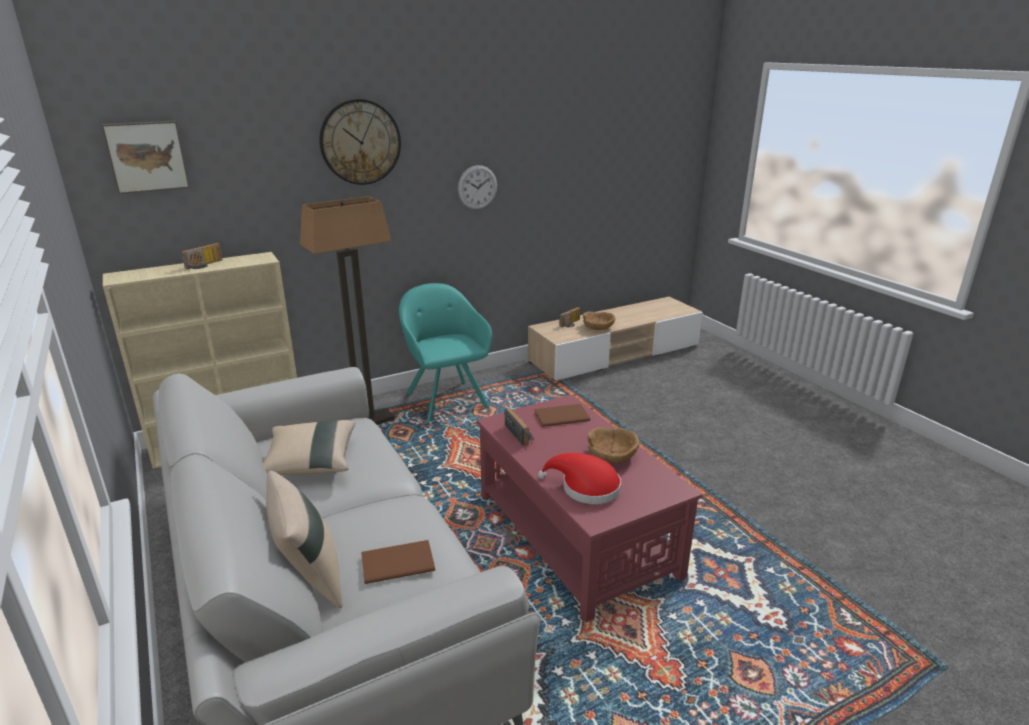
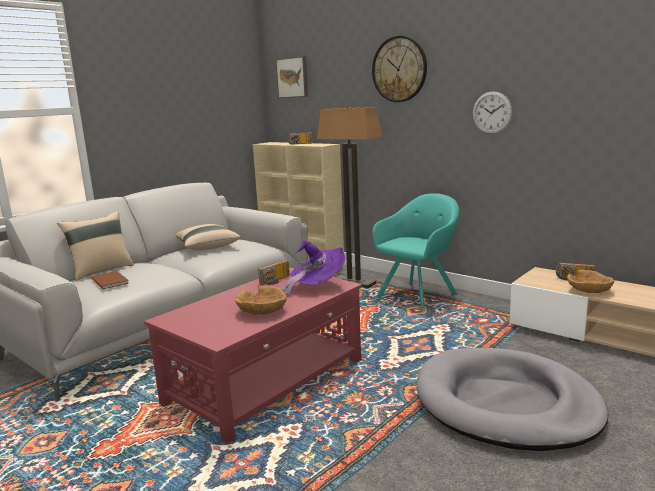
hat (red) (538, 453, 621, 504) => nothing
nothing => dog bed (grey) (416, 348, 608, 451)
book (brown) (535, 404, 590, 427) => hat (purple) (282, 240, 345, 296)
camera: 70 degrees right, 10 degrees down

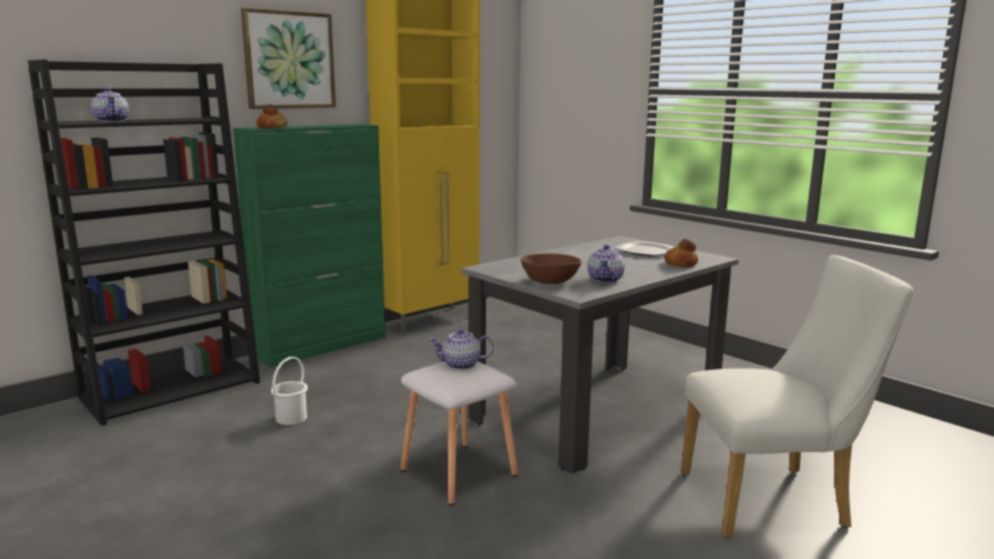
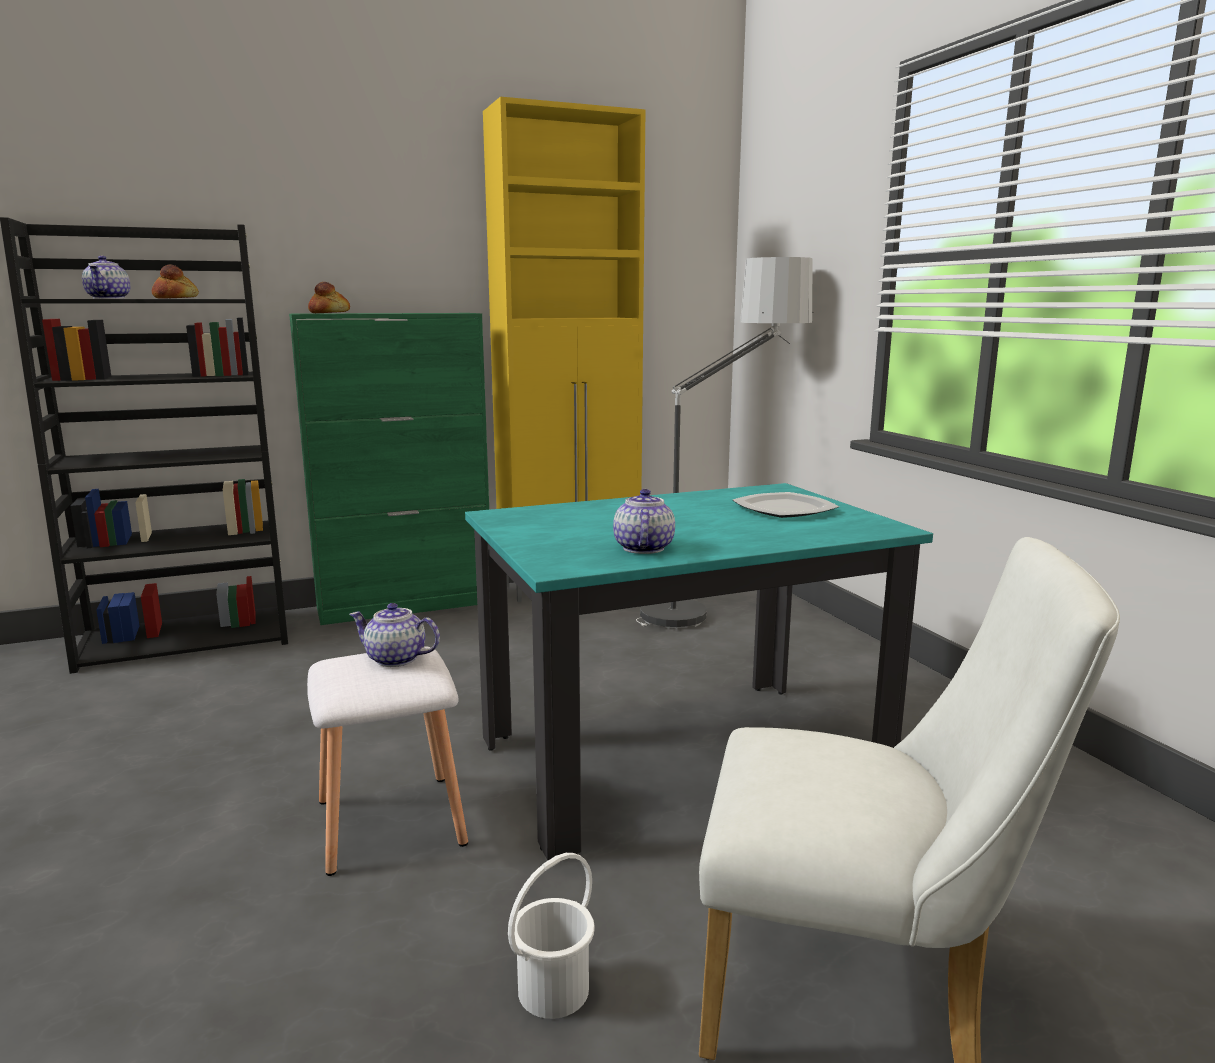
picture (241, 8, 336, 109) => nothing
bowl (brown) (521, 253, 582, 284) => nothing
nothing => floor lamp (636, 257, 814, 629)
bucket (white) (271, 357, 308, 425) => bucket (white) (508, 853, 595, 1019), relocated
bread (664, 238, 698, 267) => bread (152, 264, 199, 299), relocated
dining table (grey) (462, 236, 739, 473) => dining table (turquoise) (465, 483, 933, 860)
teapot (587, 244, 625, 283) => teapot (613, 489, 675, 554), 150 degrees clockwise
camera: 20 degrees right, 0 degrees up

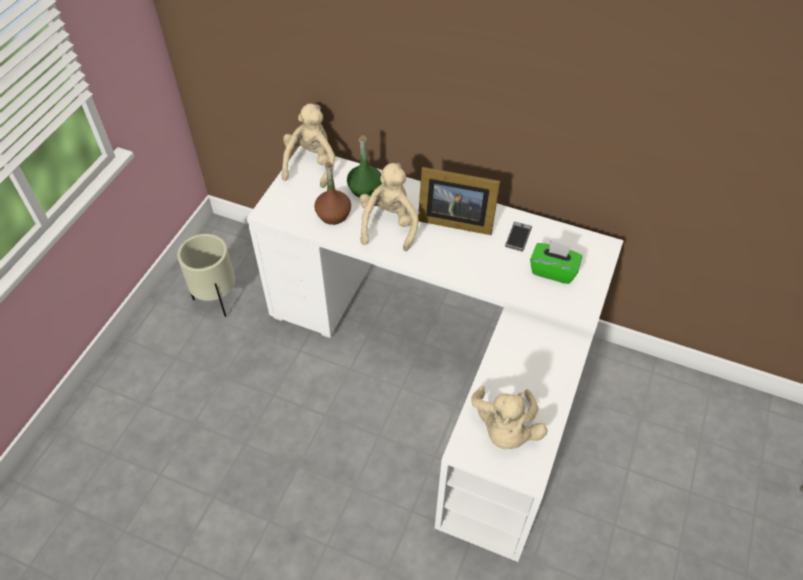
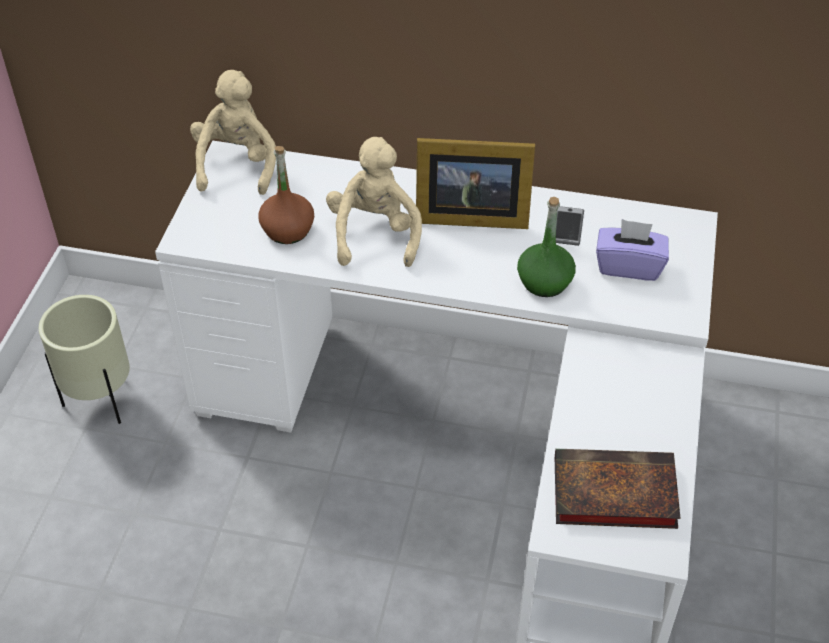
bottle (green) (347, 135, 382, 197) => bottle (green) (517, 197, 576, 297), relocated
plush toy (beige) (471, 386, 548, 449) => book (555, 448, 681, 529)
tissue box (green) (530, 241, 582, 284) => tissue box (purple) (596, 219, 669, 281)
camera: 10 degrees left, 5 degrees down

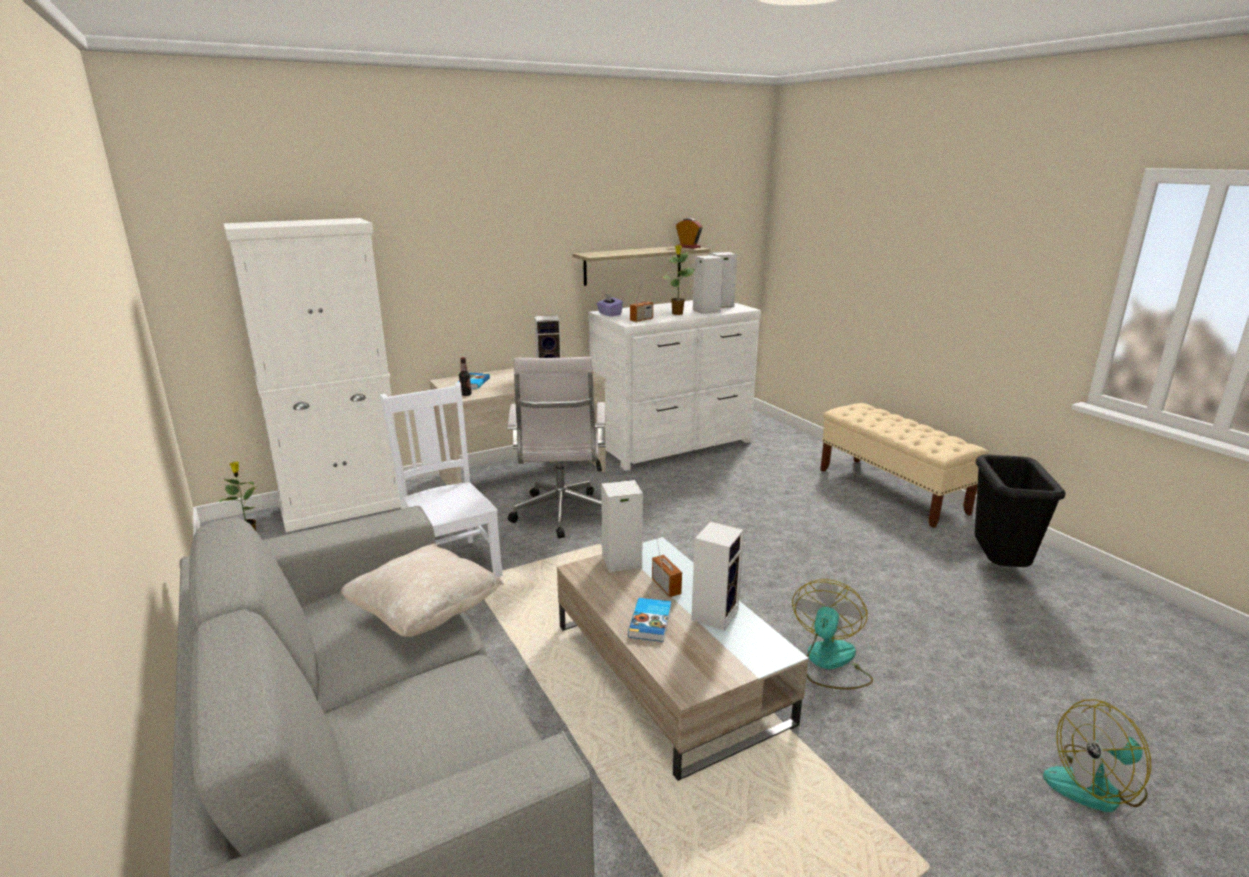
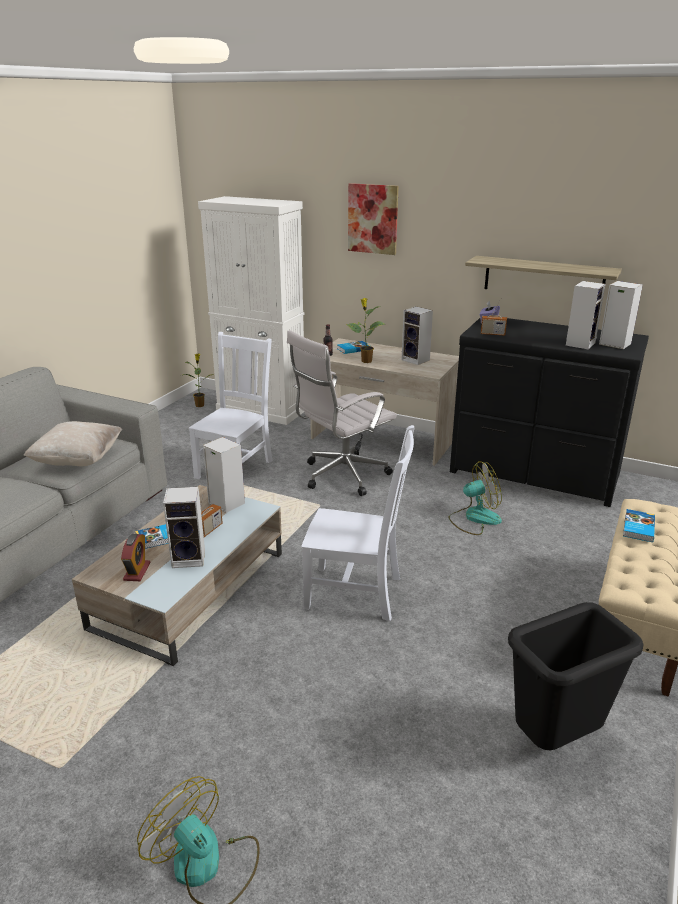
nothing => chair (white) (301, 425, 414, 621)
nothing => picture (348, 183, 399, 255)
nothing => book (623, 509, 655, 542)
potted plant (662, 245, 695, 315) => potted plant (346, 298, 385, 363), relocated
alarm clock (676, 218, 703, 249) => alarm clock (121, 534, 151, 581), relocated
fan (792, 579, 873, 690) => fan (448, 461, 502, 535), relocated
dresser (white) (588, 300, 761, 471) => dresser (black) (450, 318, 649, 507)
camera: 55 degrees right, 5 degrees up

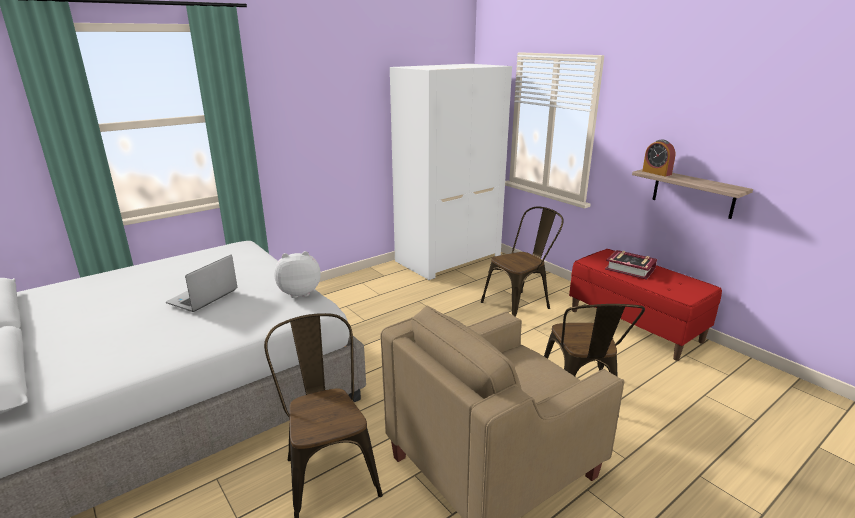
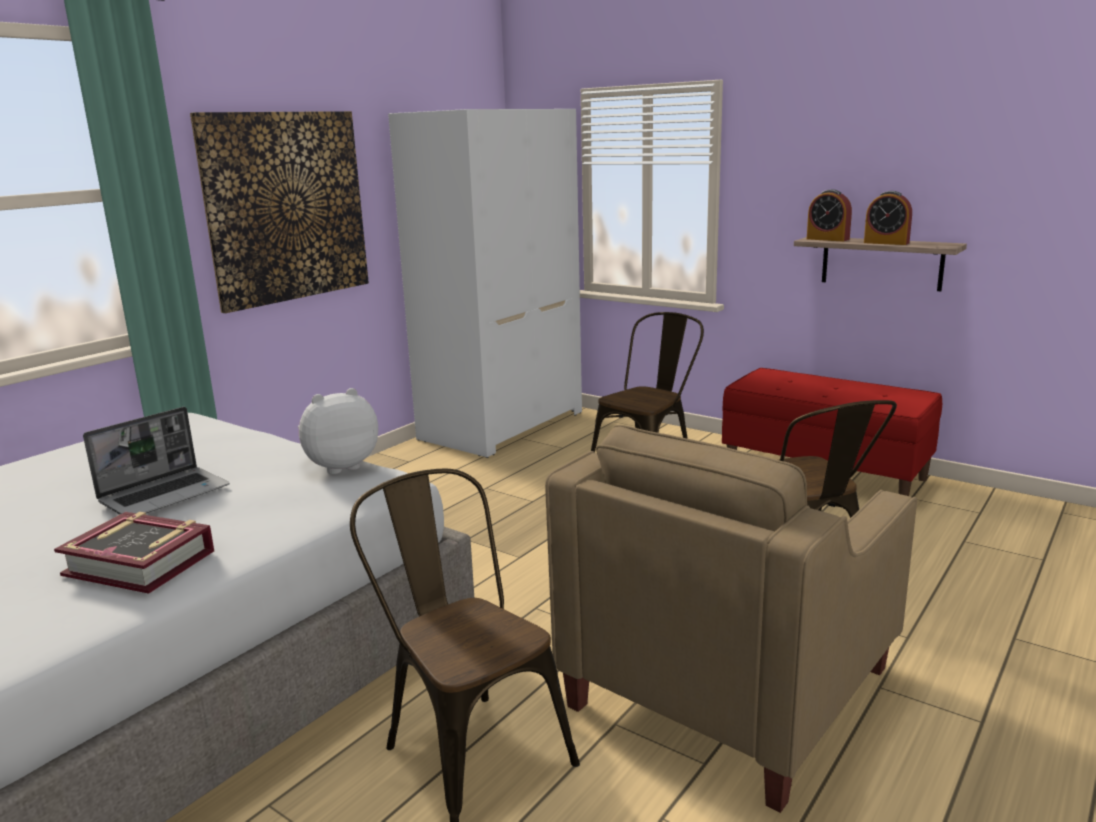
nothing => picture (190, 111, 369, 313)
nothing => alarm clock (864, 191, 912, 245)
book (605, 250, 657, 280) => book (54, 512, 214, 594), relocated
laptop (166, 255, 237, 312) => laptop (83, 407, 230, 514), 150 degrees counterclockwise
camera: 15 degrees left, 5 degrees down

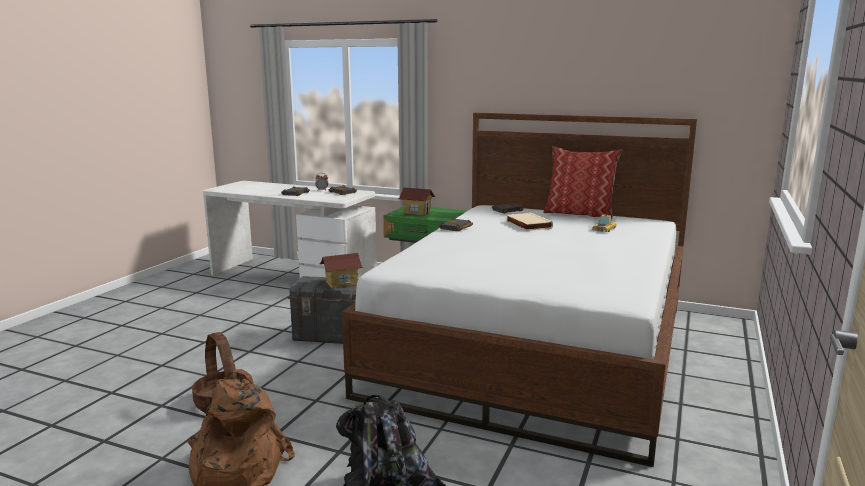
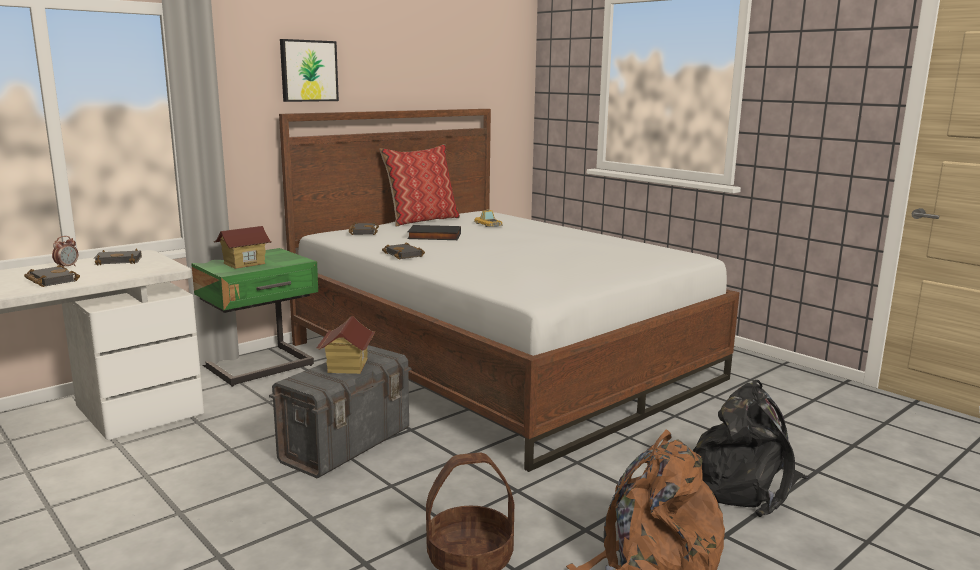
nothing => picture (280, 39, 339, 102)
book (beige) (506, 212, 553, 231) => book (black) (407, 225, 461, 240)
camera: 65 degrees left, 0 degrees up

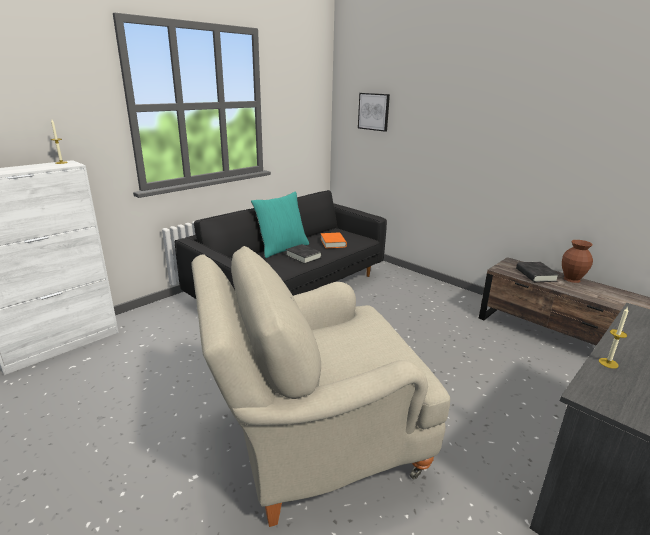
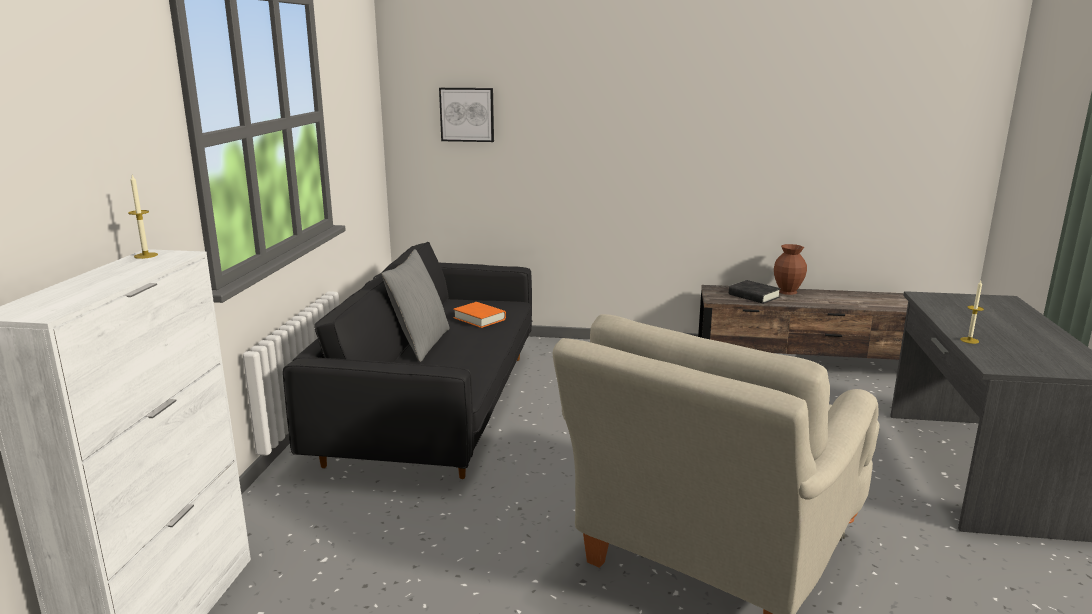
book (black) (286, 244, 322, 264) => nothing
pillow (turquoise) (251, 191, 309, 258) => pillow (grey) (382, 249, 450, 362)
camera: 35 degrees left, 5 degrees down

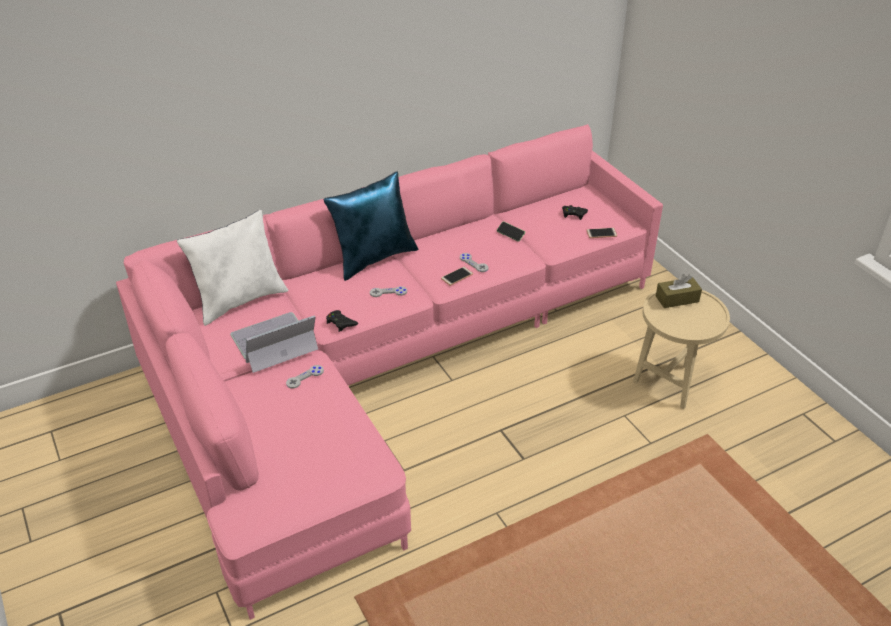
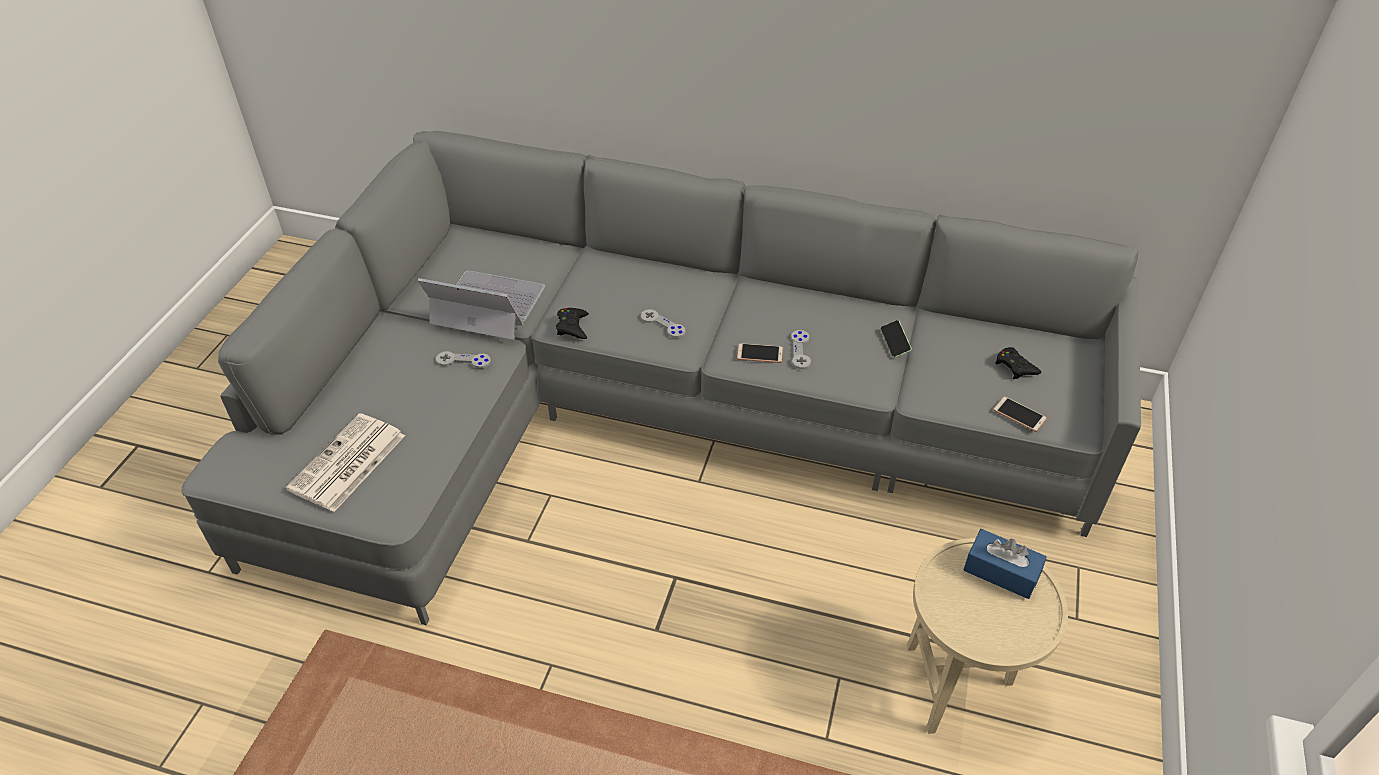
pillow (white) (177, 210, 288, 326) => nothing
pillow (blue) (324, 171, 418, 281) => nothing
nothing => newspaper (286, 413, 405, 512)
sofa (pink) (116, 124, 663, 620) => sofa (grey) (181, 131, 1141, 625)
tissue box (brown) (656, 274, 702, 308) => tissue box (blue) (963, 529, 1046, 599)
camera: 45 degrees right, 5 degrees up

